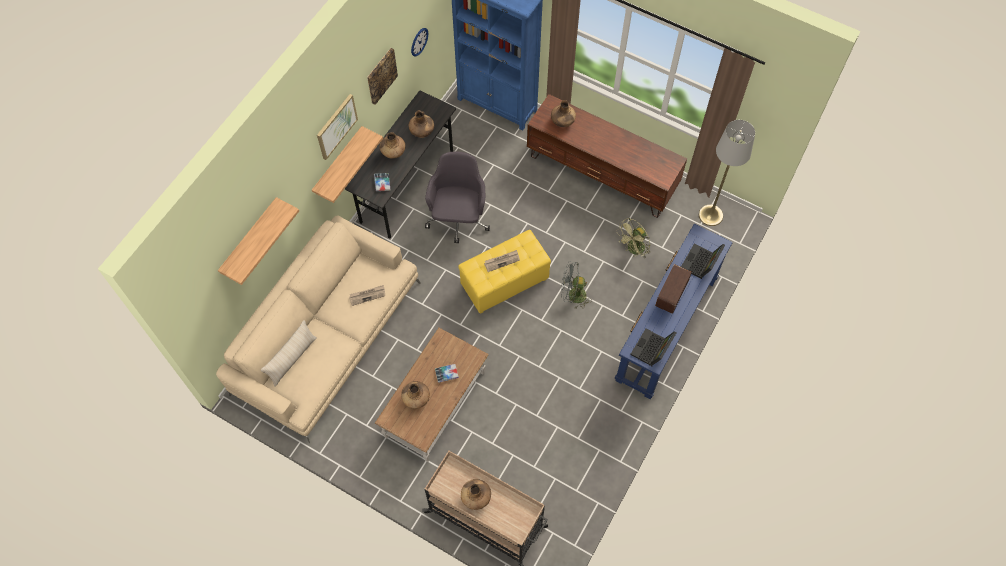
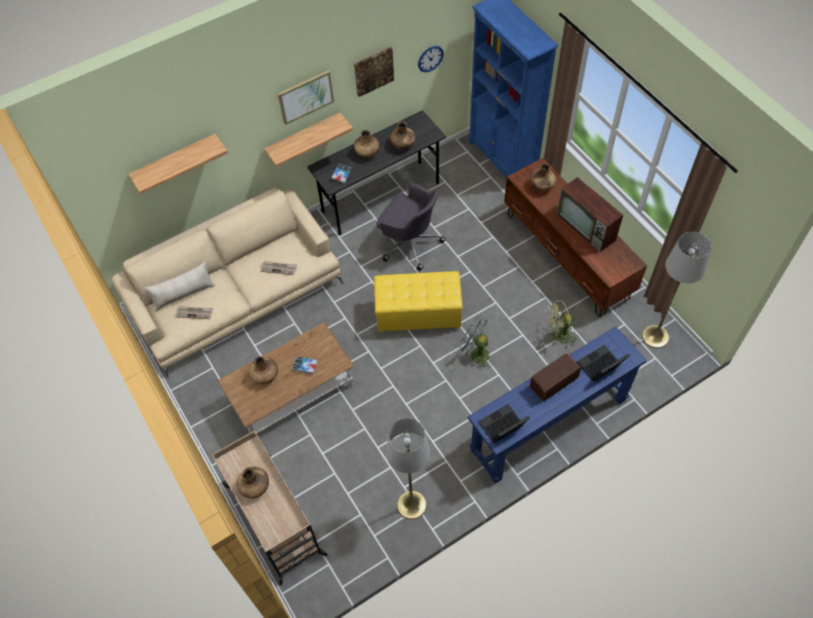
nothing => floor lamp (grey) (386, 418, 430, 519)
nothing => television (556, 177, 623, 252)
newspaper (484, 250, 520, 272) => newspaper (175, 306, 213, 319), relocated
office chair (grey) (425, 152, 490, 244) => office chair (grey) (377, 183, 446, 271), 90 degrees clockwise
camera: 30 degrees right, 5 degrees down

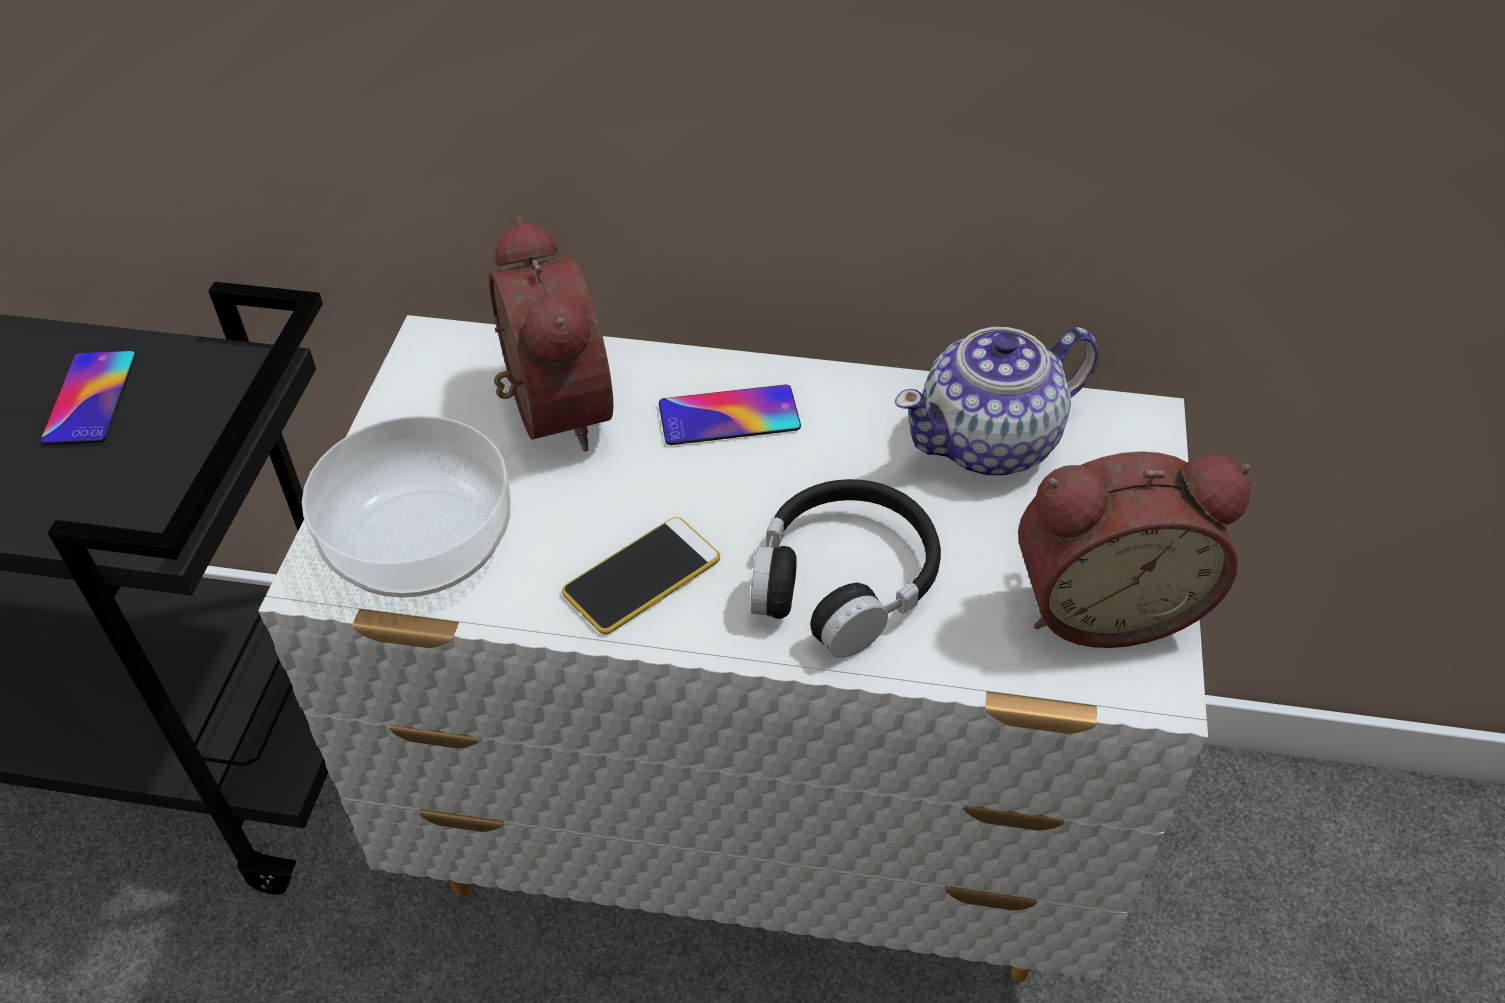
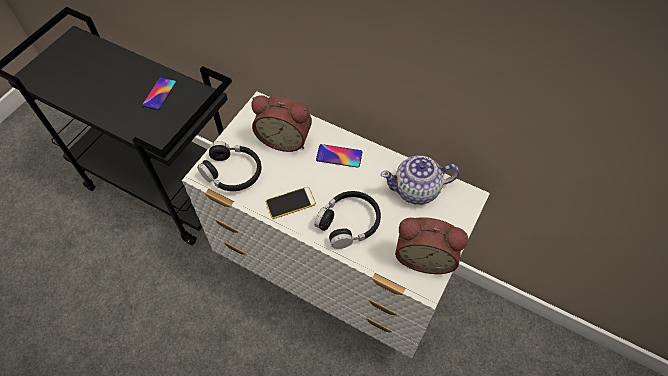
bowl (302, 415, 511, 598) => headphones (black) (197, 141, 261, 191)
alarm clock (489, 217, 613, 452) => alarm clock (251, 95, 312, 152), 105 degrees clockwise
camera: 20 degrees right, 10 degrees up

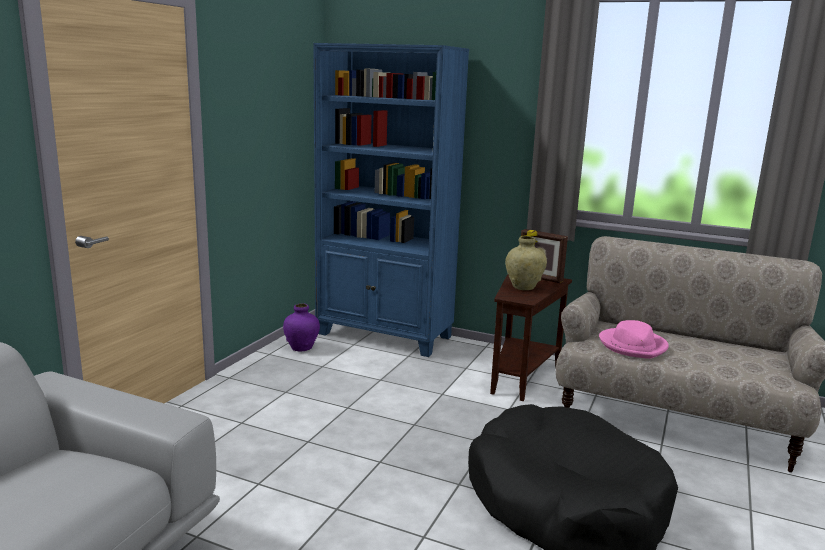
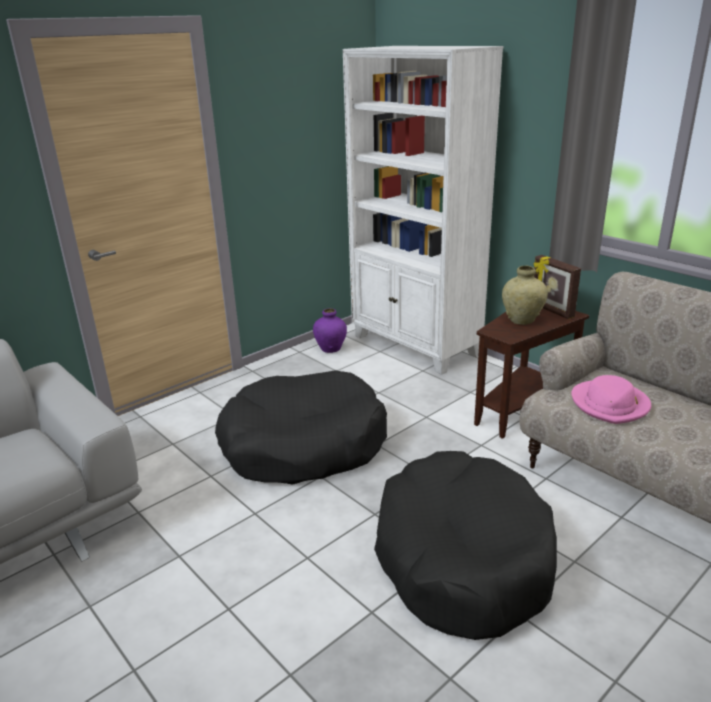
nothing => dog bed (black) (215, 370, 387, 485)
bookcase (blue) (313, 43, 469, 357) => bookcase (white) (343, 46, 503, 375)
camera: 25 degrees right, 10 degrees up

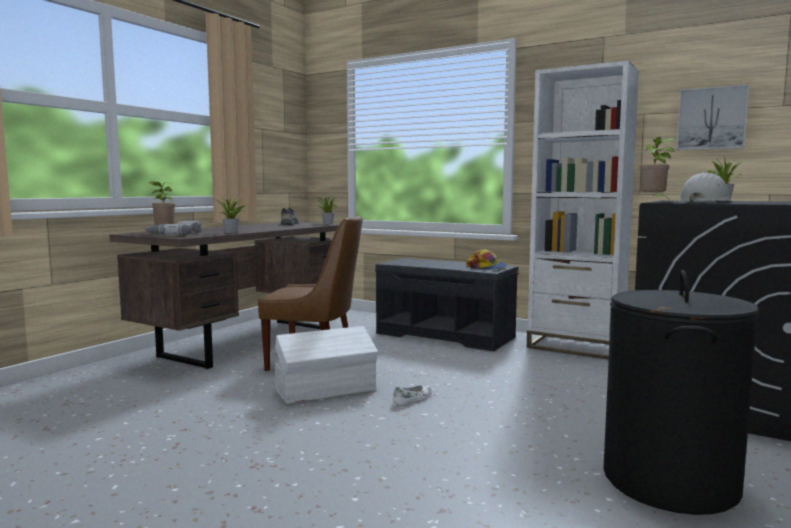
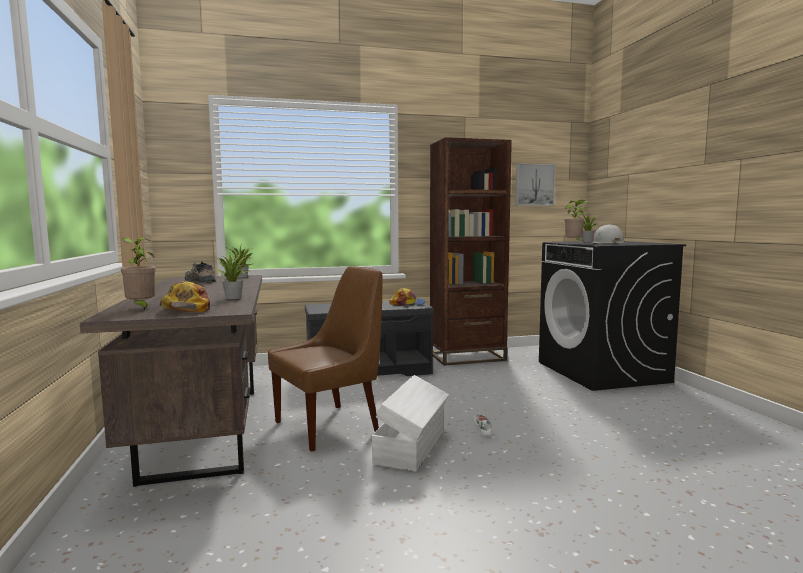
laundry basket (black) (603, 270, 760, 515) => nothing
power drill (145, 221, 202, 235) => cap (160, 282, 210, 312)
bookcase (white) (527, 60, 639, 360) => bookcase (brown) (430, 137, 512, 366)
camera: 45 degrees left, 0 degrees up

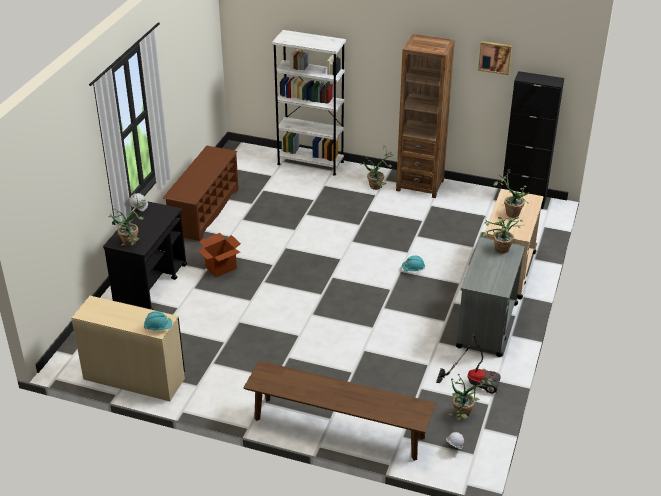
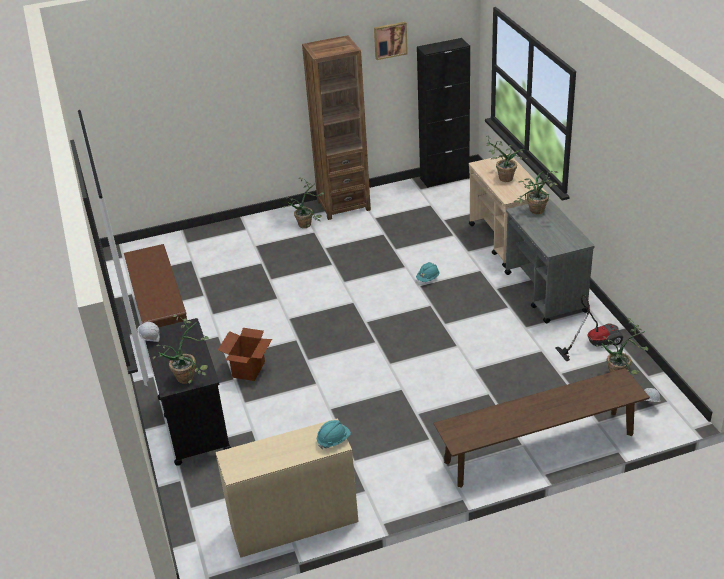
bookcase (white) (272, 30, 346, 176) => nothing
camera: 35 degrees left, 0 degrees up

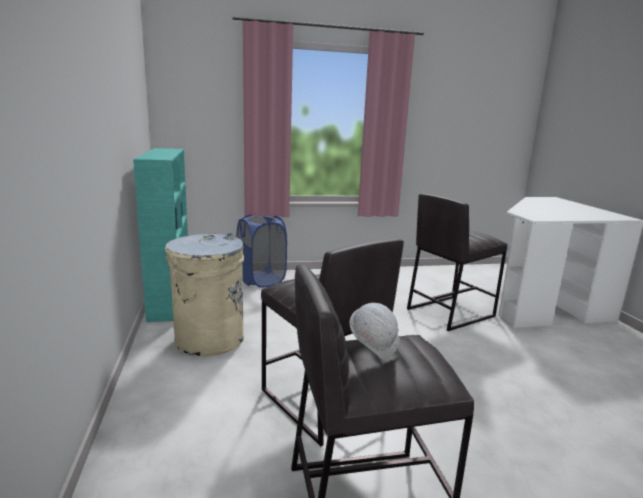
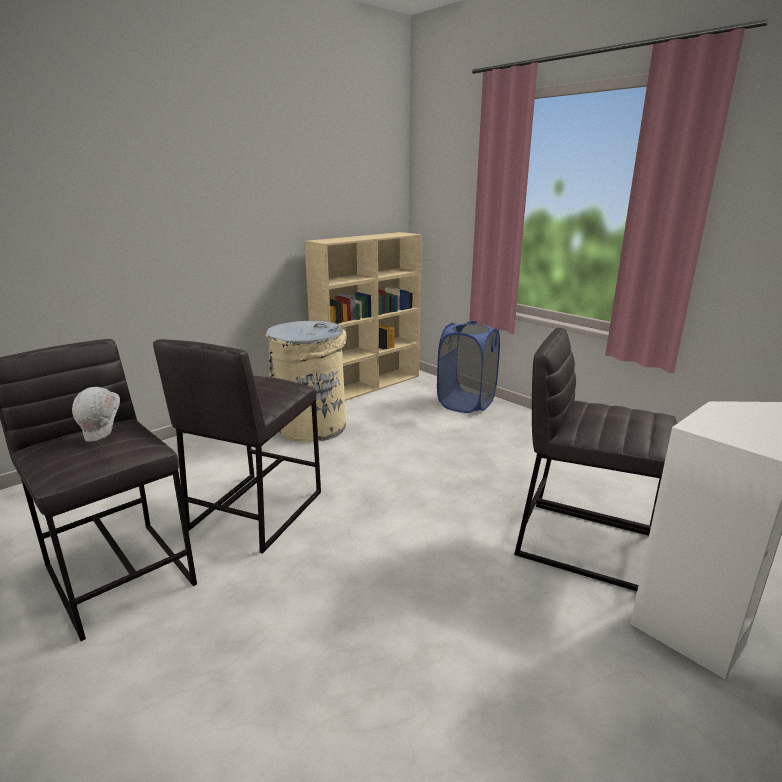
bookcase (turquoise) (133, 148, 188, 322) => bookcase (beige) (304, 232, 422, 401)
camera: 60 degrees right, 5 degrees up

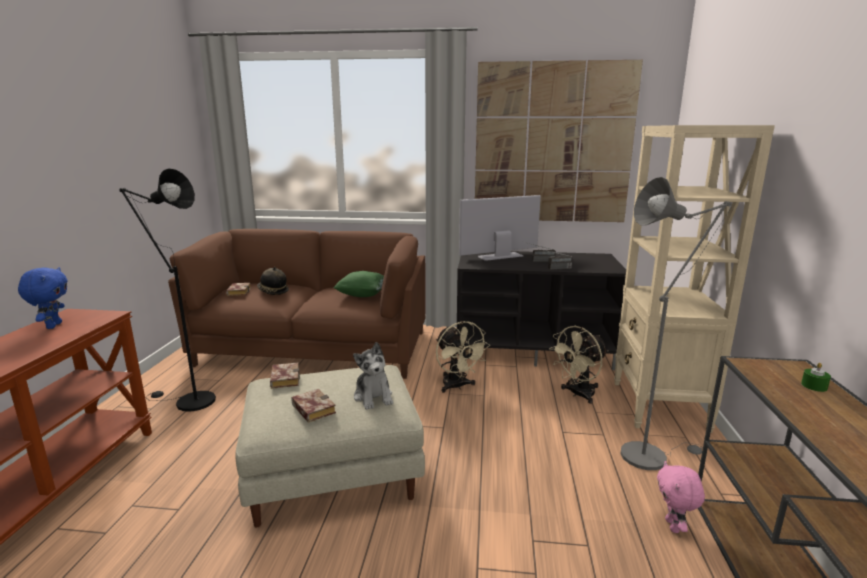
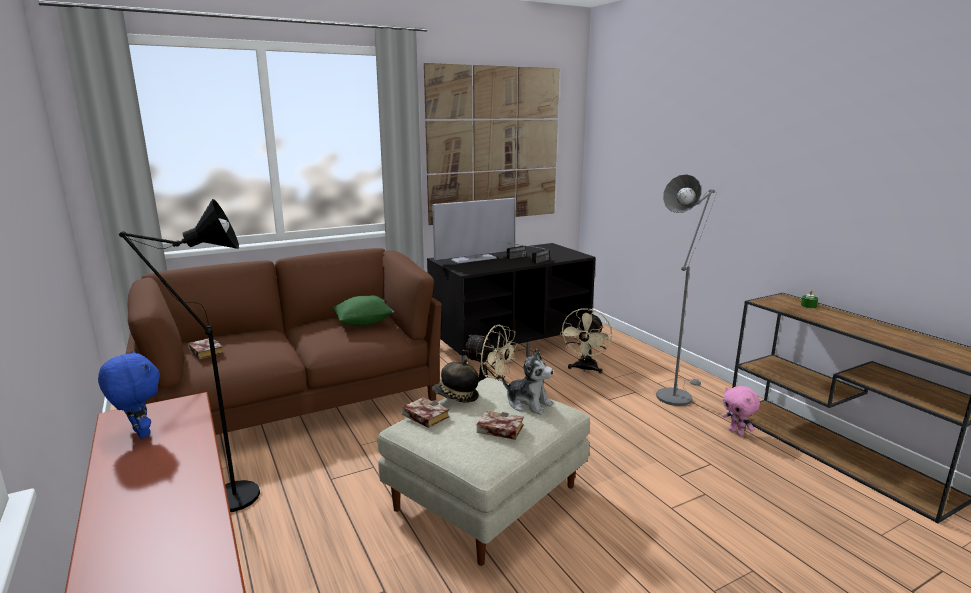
bookcase (beige) (614, 125, 775, 433) => nothing
hat (257, 267, 289, 295) => hat (432, 359, 479, 403), relocated
television (459, 195, 541, 261) => television (432, 198, 516, 264), 150 degrees counterclockwise
camera: 35 degrees left, 0 degrees up

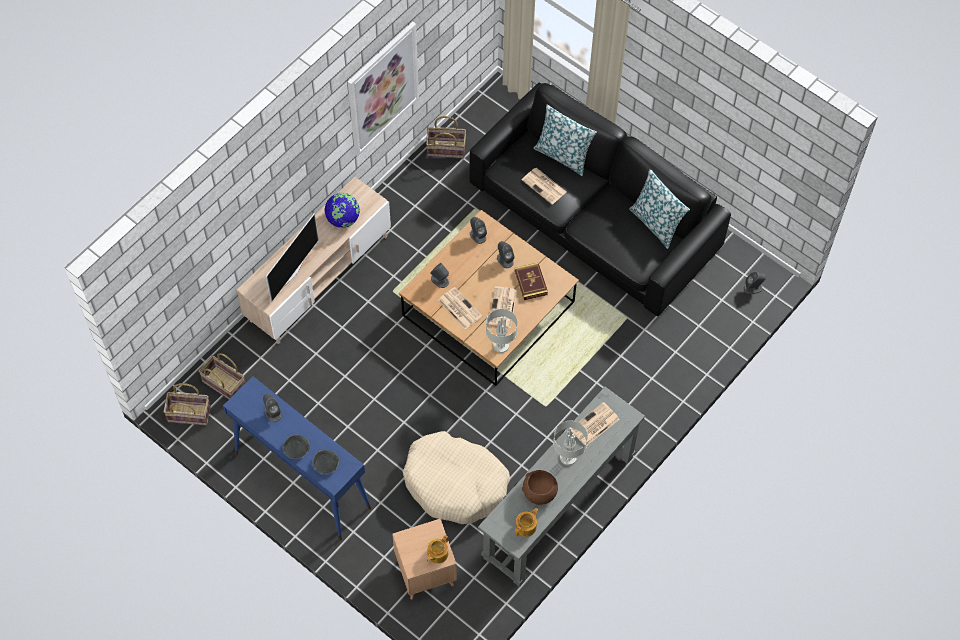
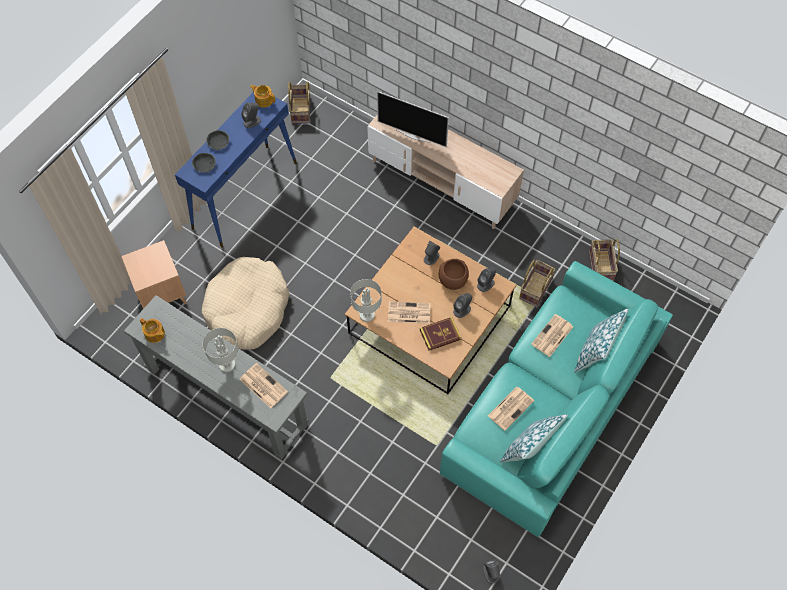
globe (324, 193, 360, 228) => nothing
picture (348, 22, 419, 156) => nothing
basket (199, 353, 245, 399) => basket (519, 260, 556, 307), relocated
teapot (427, 535, 448, 564) => teapot (250, 85, 275, 108), relocated
newspaper (438, 287, 482, 329) => newspaper (488, 387, 534, 431), relocated
bowl (brown) (522, 470, 558, 505) => bowl (brown) (439, 259, 469, 290), relocated
sofa (black) (470, 83, 731, 316) => sofa (turquoise) (440, 261, 673, 537)
camera: 85 degrees right, 0 degrees up

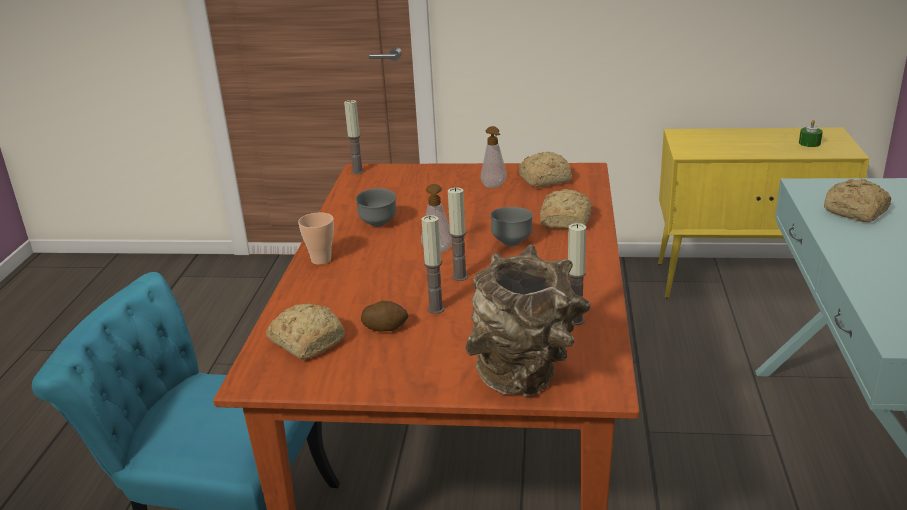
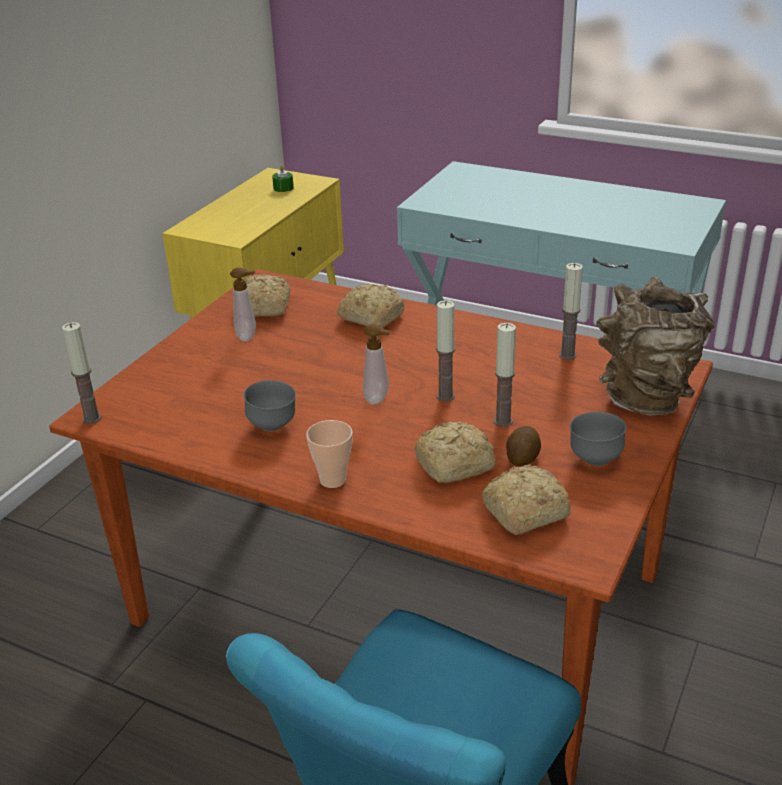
bowl (grey) (490, 207, 533, 246) => bowl (grey) (570, 412, 626, 466), relocated
bread (824, 179, 891, 222) => bread (414, 421, 496, 483), relocated
camera: 70 degrees left, 5 degrees up

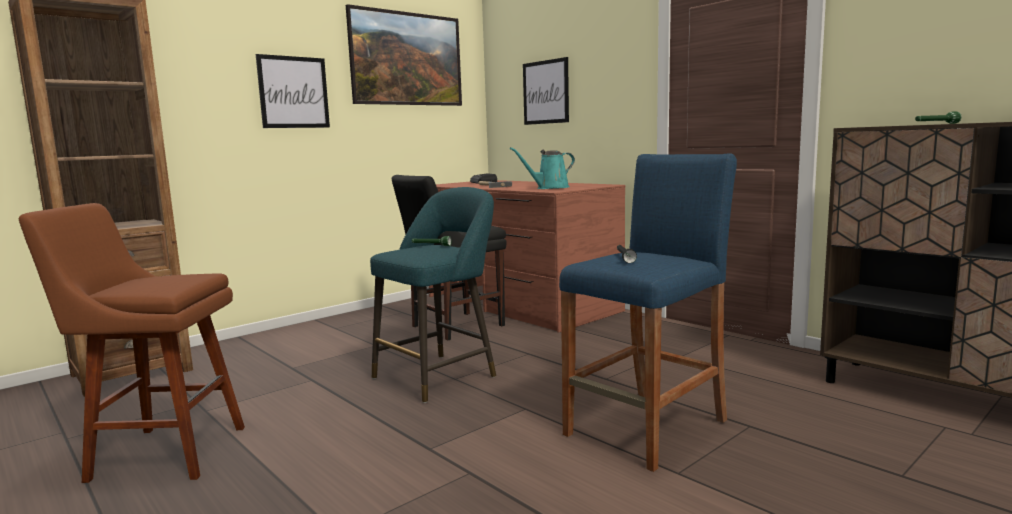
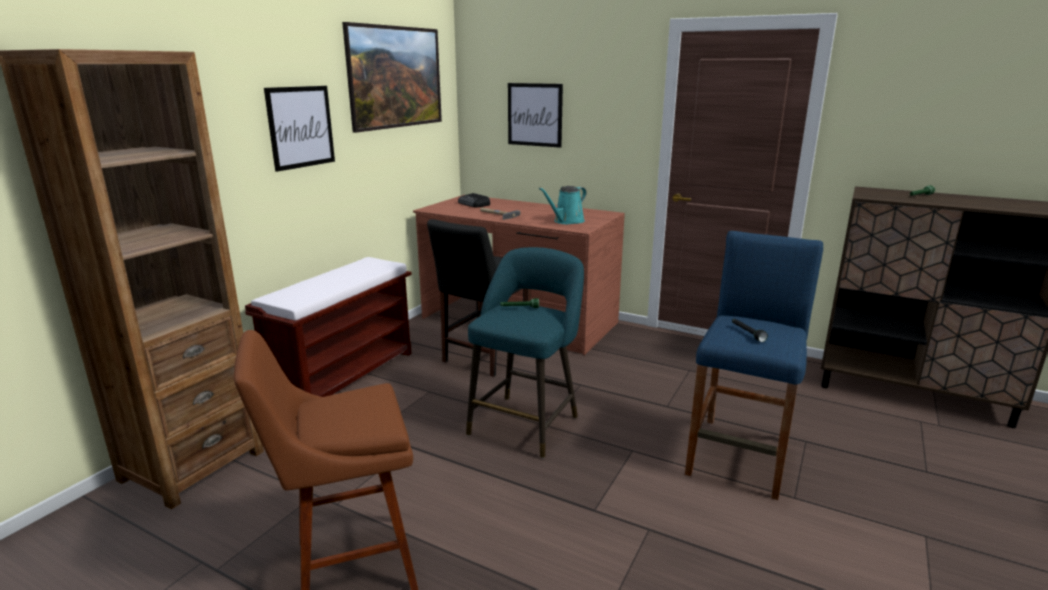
nothing => bench (brown) (245, 257, 412, 397)
camera: 20 degrees left, 10 degrees up

